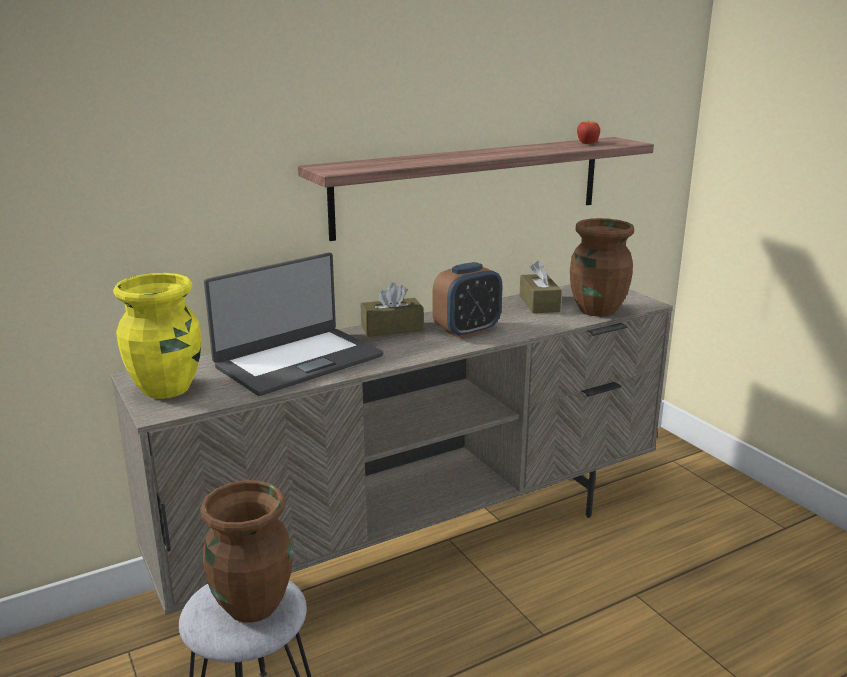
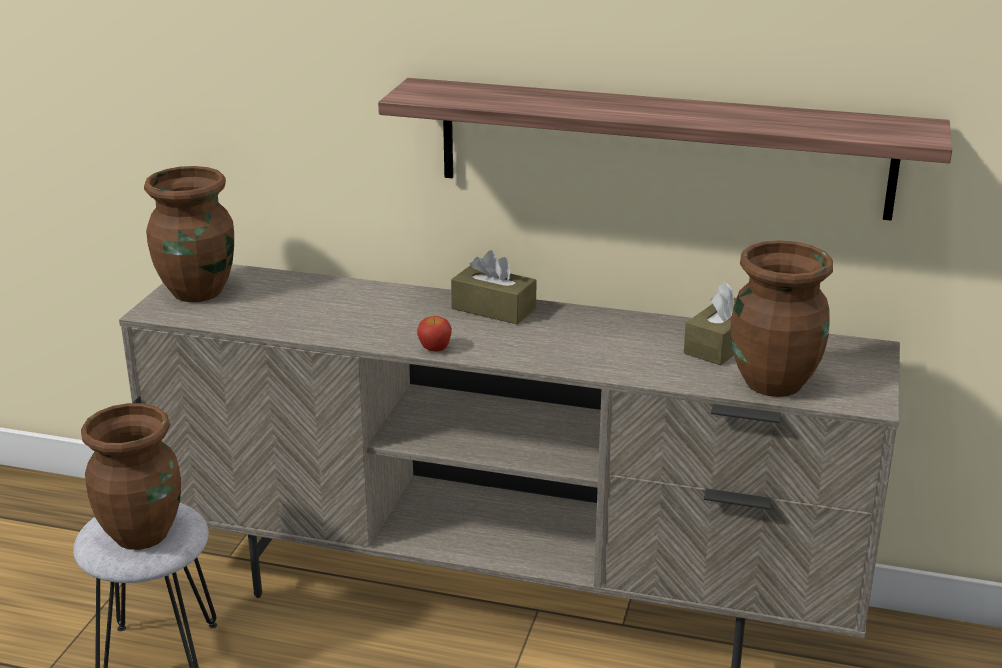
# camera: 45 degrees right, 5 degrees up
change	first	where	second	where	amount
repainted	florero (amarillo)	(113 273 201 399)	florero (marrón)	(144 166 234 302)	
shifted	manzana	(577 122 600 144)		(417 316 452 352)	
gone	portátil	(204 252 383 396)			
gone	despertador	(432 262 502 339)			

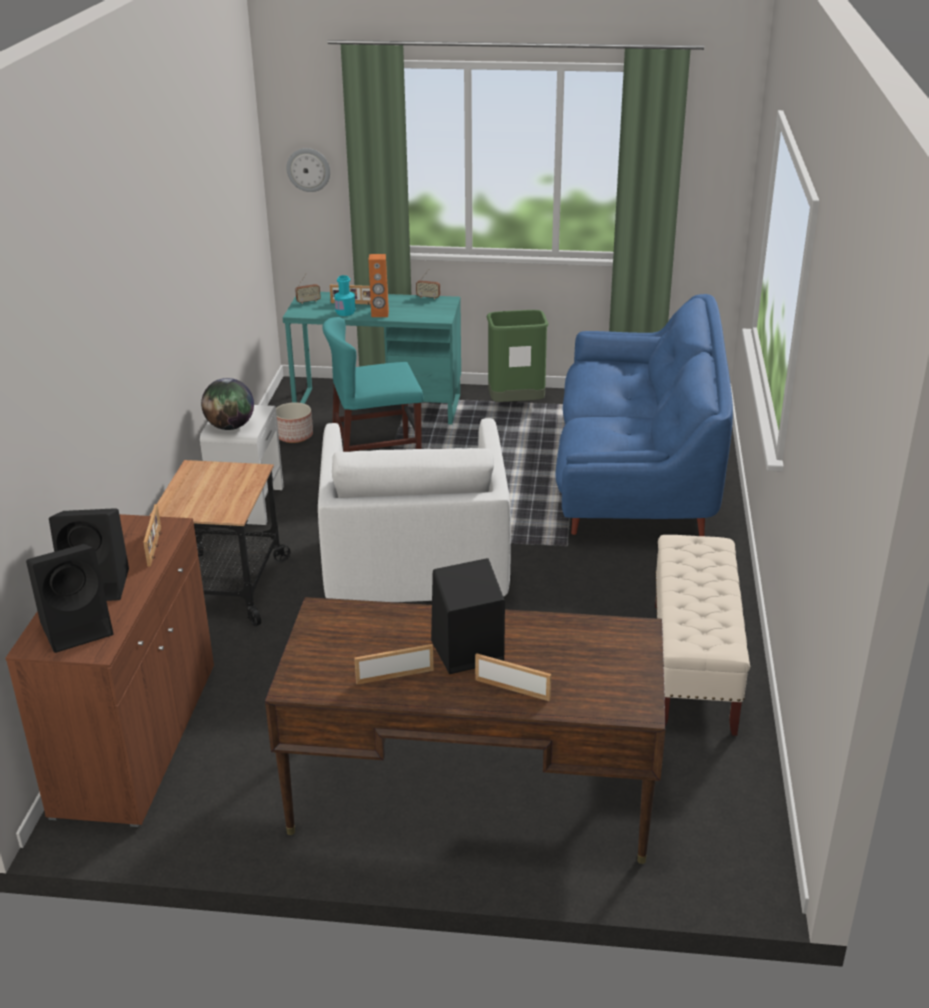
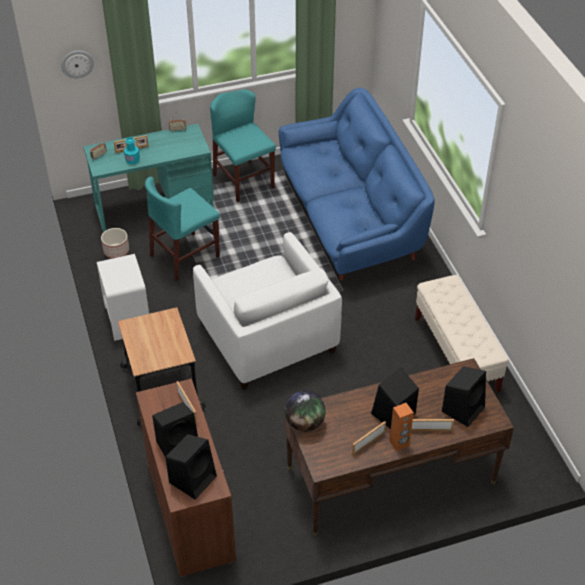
# camera: 25 degrees left, 15 degrees up
change	first	where	second	where	amount
swapped	papelera (verde)	(487 310 549 402)	silla (turquesa)	(210 89 276 202)	
shifted	globo terráqueo	(201 378 254 430)		(285 391 326 432)	
shifted	altavoz (naranja)	(368 254 389 317)		(389 403 414 451)	
new			altavoz (negro)	(442 366 486 427)	

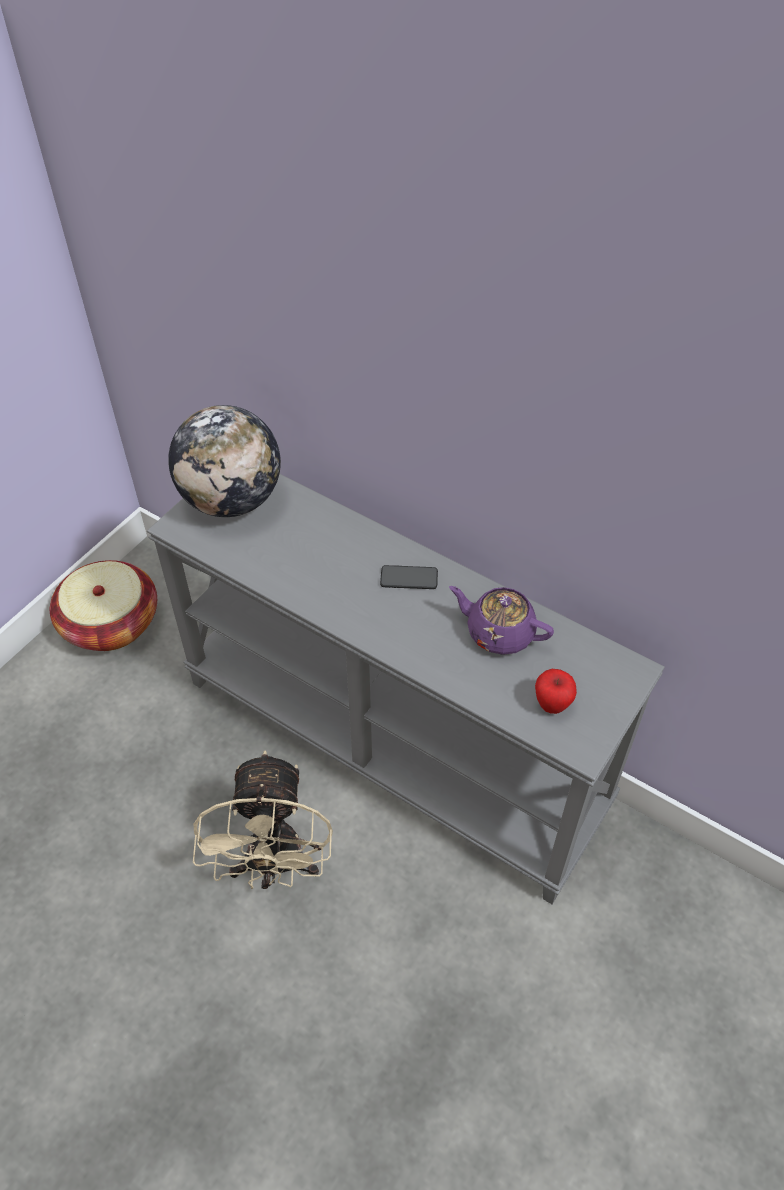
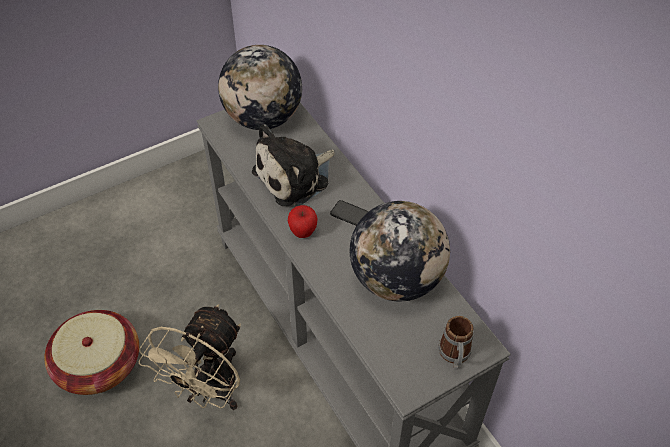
# camera: 25 degrees right, 0 degrees up
change	first	where	second	where	amount
shifted	cesta	(50 560 157 651)		(44 310 139 395)	
new			peluche	(252 124 335 206)	
shifted	manzana	(535 669 577 714)		(288 205 318 238)	
swapped	tetera (morado)	(449 586 554 655)	globo terráqueo	(350 201 450 301)	
new			taza grande	(438 316 474 369)	

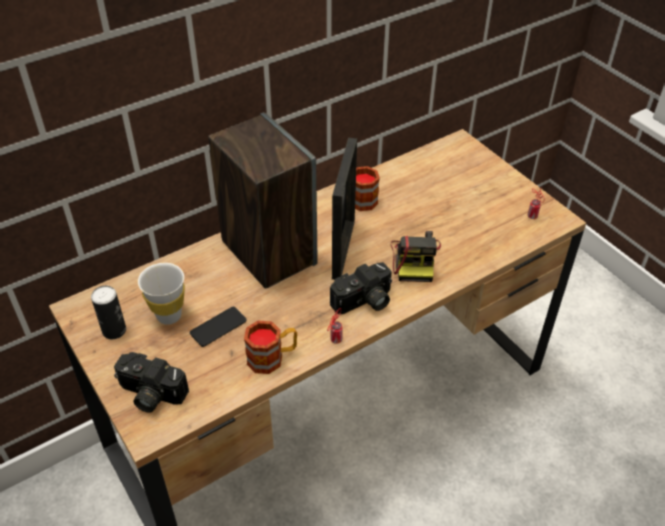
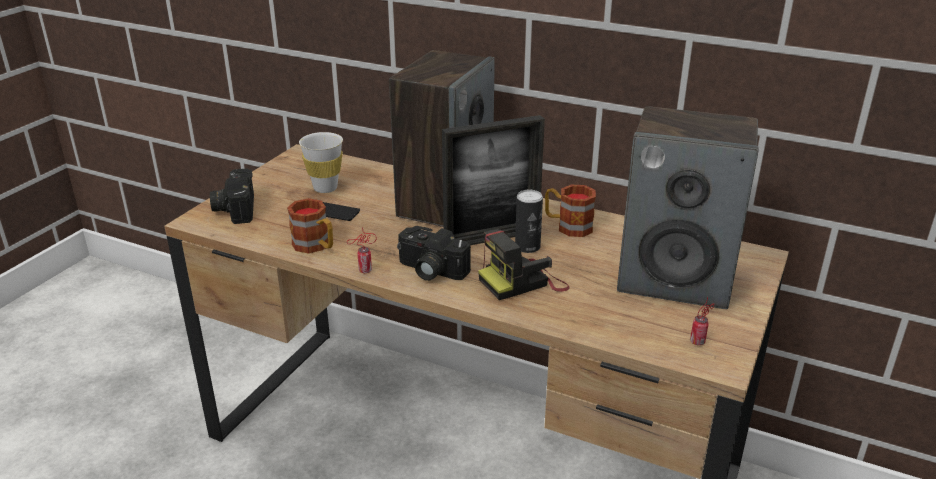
# camera: 60 degrees right, 15 degrees down
change	first	where	second	where	amount
shifted	lata	(91 285 126 339)		(515 190 543 253)	
new			altavoz	(617 106 759 309)	

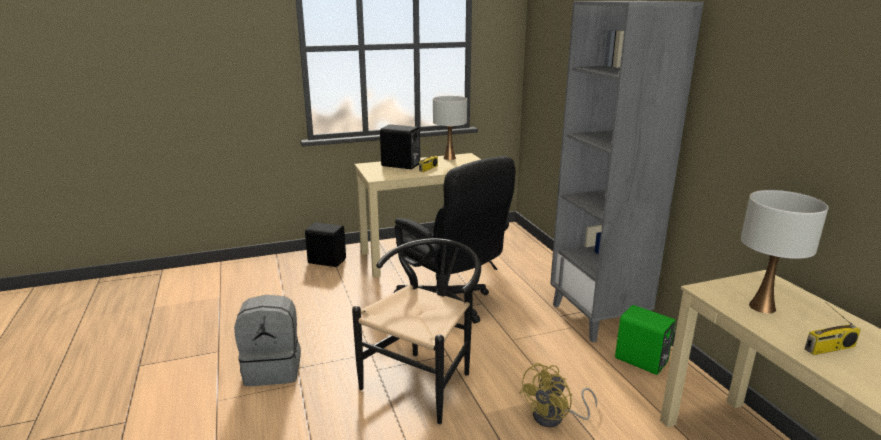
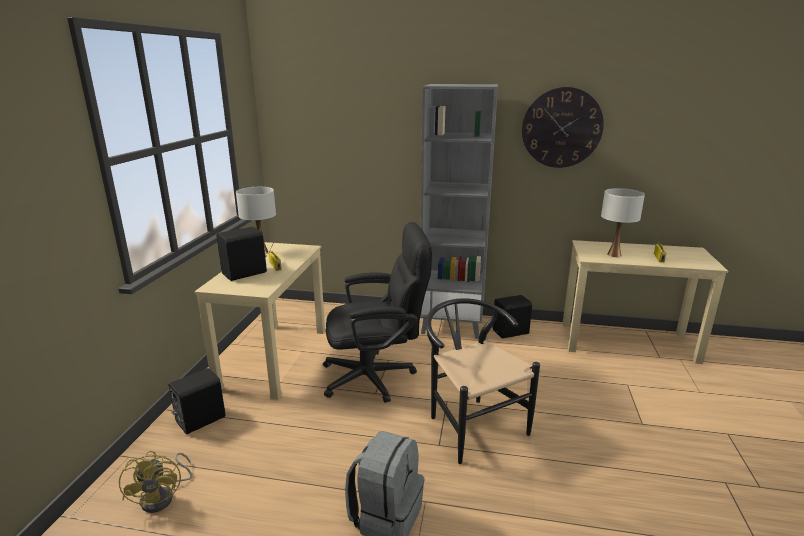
# camera: 60 degrees left, 0 degrees up
change	first	where	second	where	amount
shifted	ventilador (amarillo)	(519 363 597 427)		(119 451 192 513)	
repainted	altavoz (verde)	(615 305 675 375)	altavoz (negro)	(493 295 532 338)	
new			reloj de pared	(522 87 604 168)	

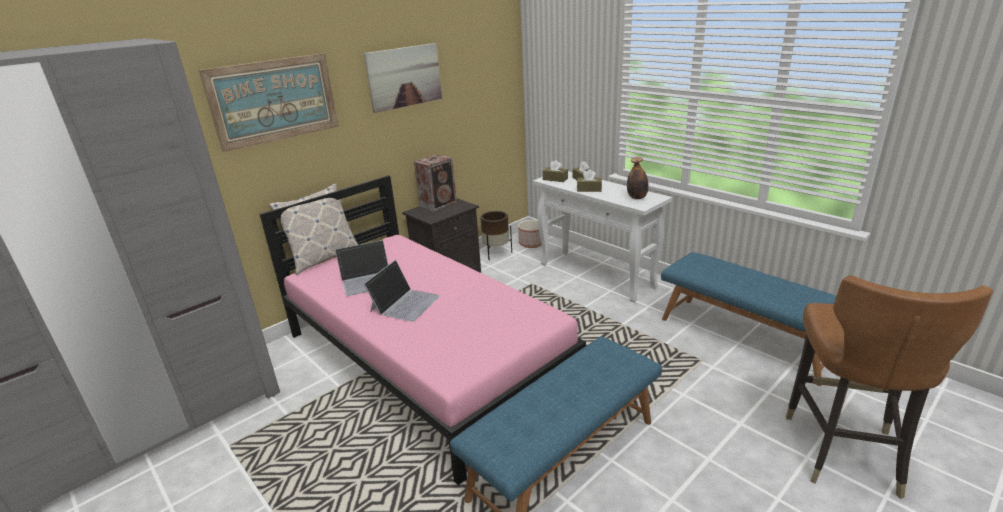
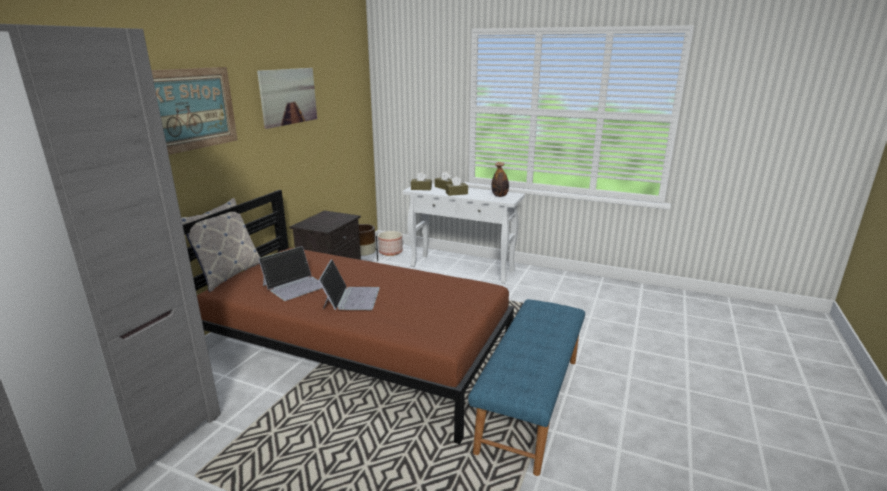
# camera: 25 degrees left, 5 degrees down
change	first	where	second	where	amount
repainted	cama (rosa)	(260 175 586 485)	cama (marrón)	(183 190 514 444)	
gone	altavoz	(414 154 457 212)			
gone	banco (azul)	(661 252 836 386)			
gone	silla (marrón)	(786 275 993 499)			

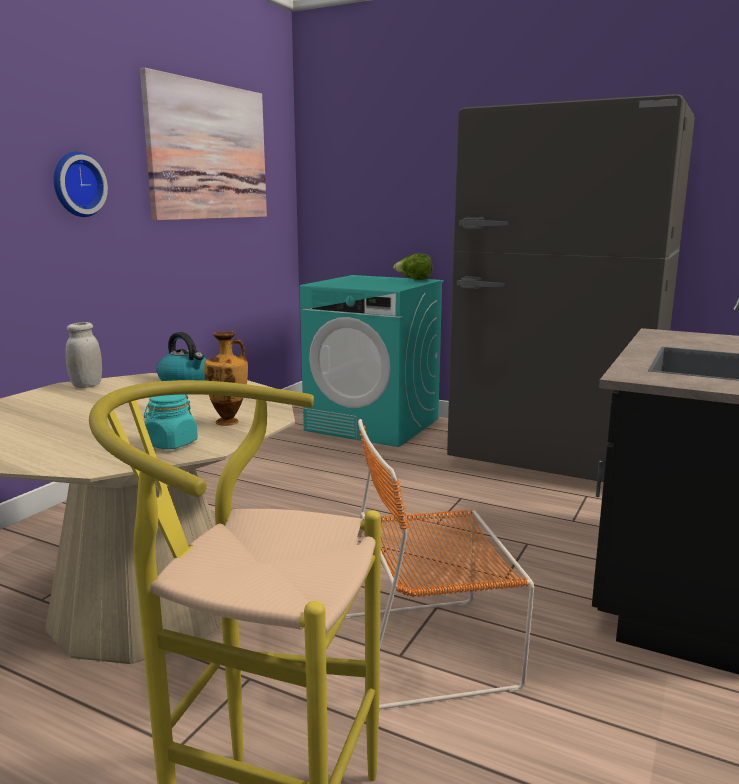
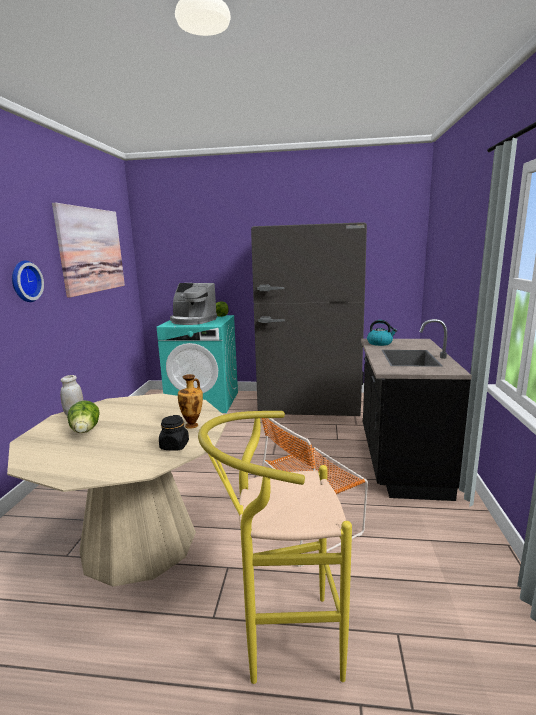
# camera: 20 degrees left, 0 degrees up
change	first	where	second	where	amount
new			lechuga	(67 400 100 433)	
repainted	tarro (turquesa)	(144 394 198 449)	tarro (negro)	(159 415 189 451)	
new			cafetera	(170 283 217 325)	
shifted	hervidor	(157 332 207 381)		(367 320 397 346)	

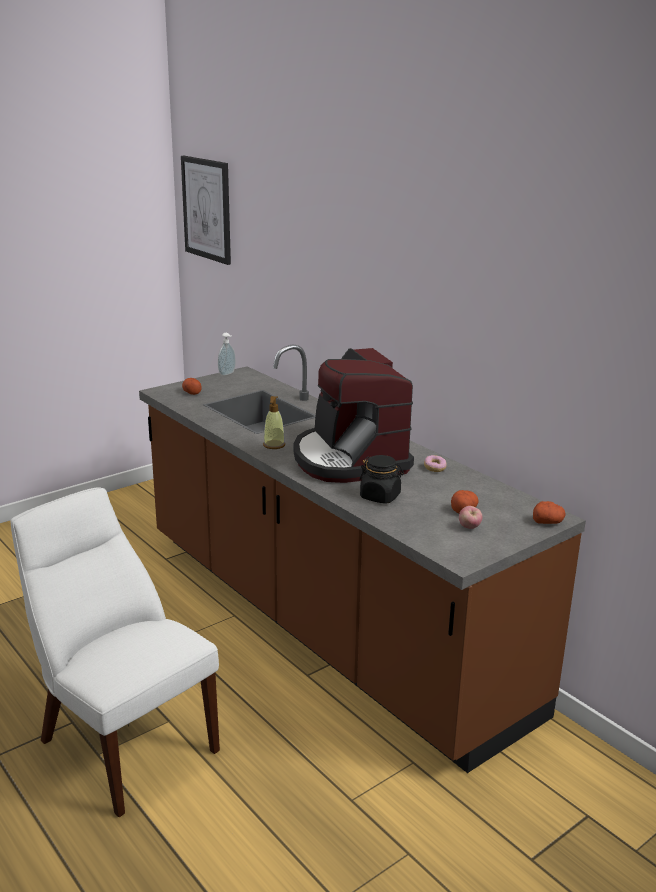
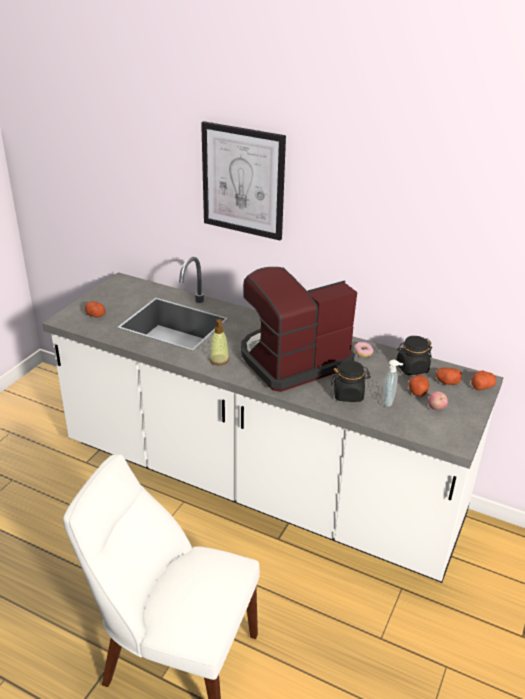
# camera: 25 degrees left, 10 degrees up
change	first	where	second	where	amount
repainted	mueble bajo de cocina (marrón)	(139 345 586 773)	mueble bajo de cocina (blanco)	(42 257 504 583)	
shifted	cuadro	(181 156 231 265)		(201 121 286 240)	
rotated	cafetera	(293 348 414 483)		(241 267 357 392)	105 degrees clockwise
shifted	dispensador de jabón	(218 333 236 376)		(383 360 403 407)	
new			tarro (negro)	(397 336 432 375)	
new			patata	(436 367 462 385)	

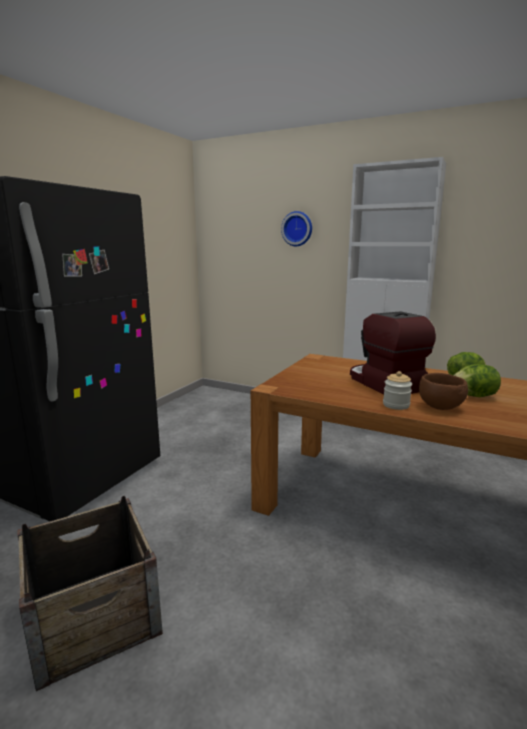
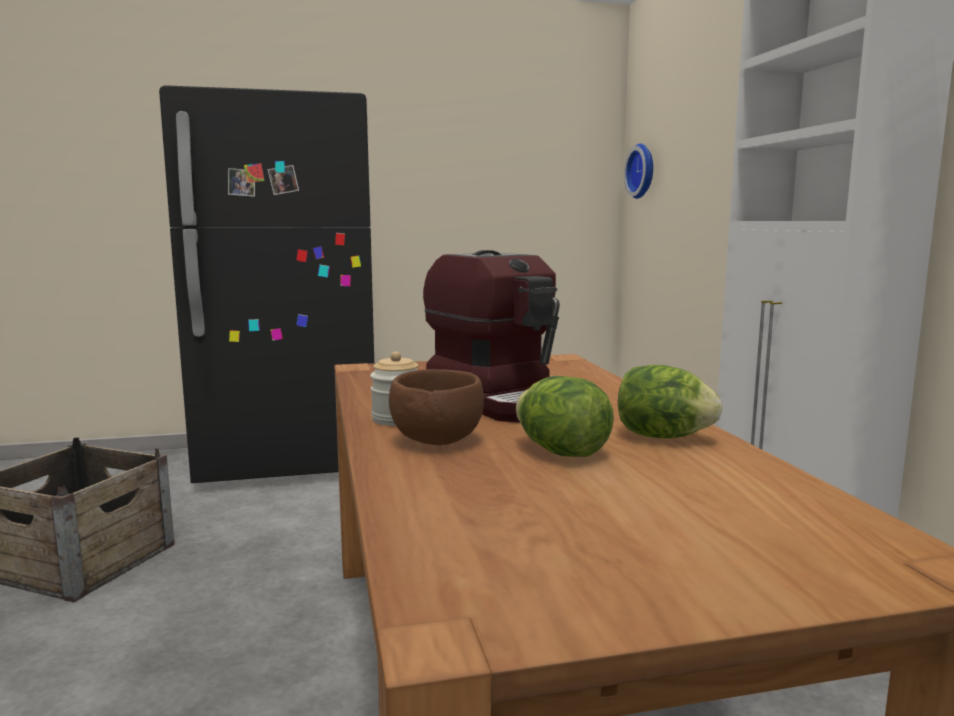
# camera: 50 degrees right, 5 degrees down
change	first	where	second	where	amount
rotated	cafetera	(350 311 436 394)		(423 250 560 423)	120 degrees clockwise
shifted	reloj de pared	(281 211 312 246)		(624 144 653 199)	

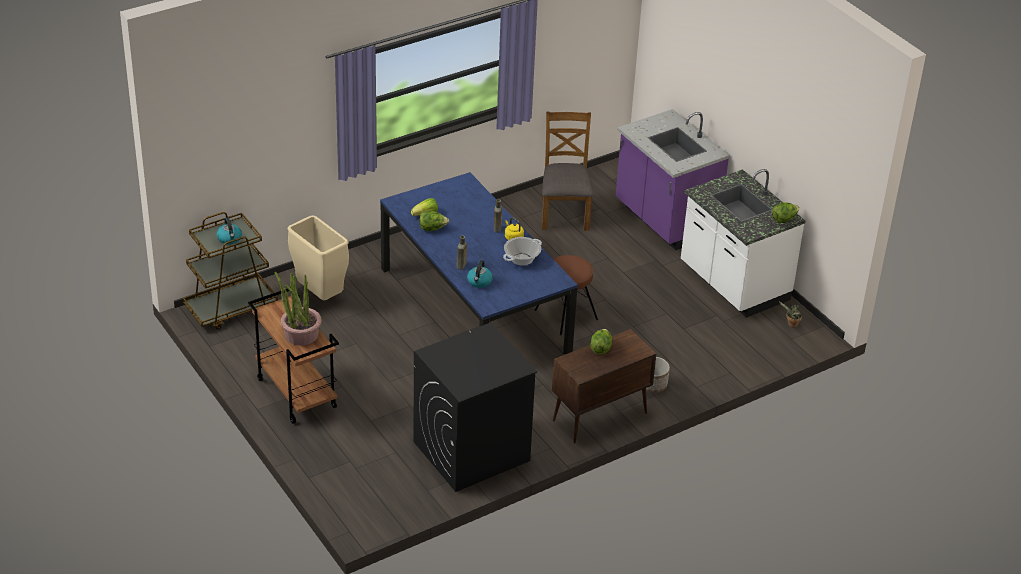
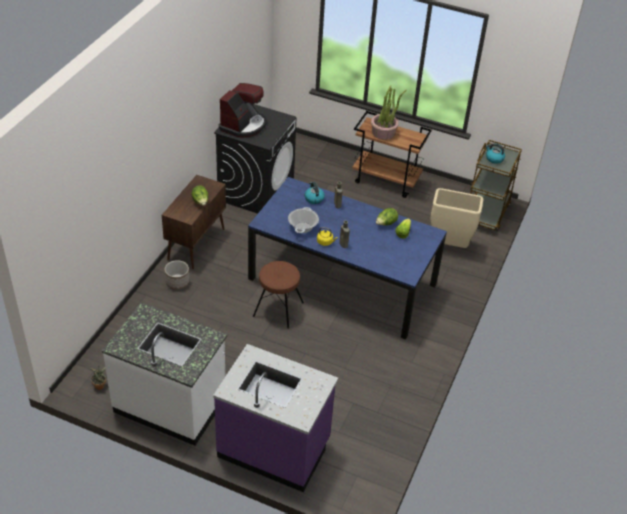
# camera: 145 degrees right, 5 degrees up
change	first	where	second	where	amount
new			cafetera	(219 83 266 138)	
gone	silla (marrón)	(542 111 594 231)			
gone	lechuga	(772 202 799 223)			

